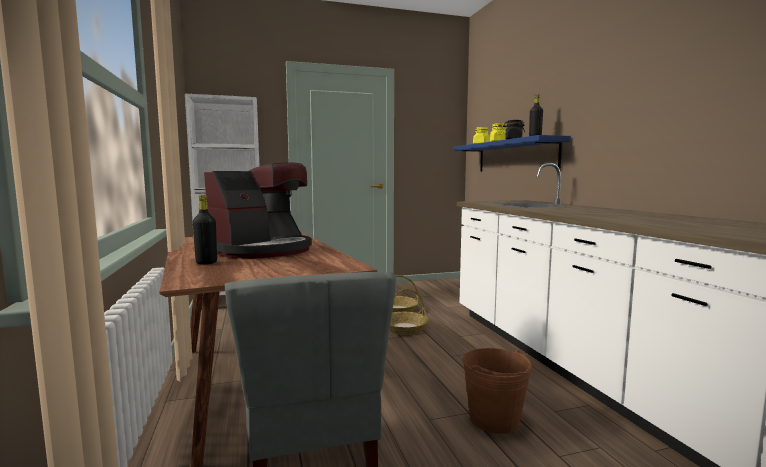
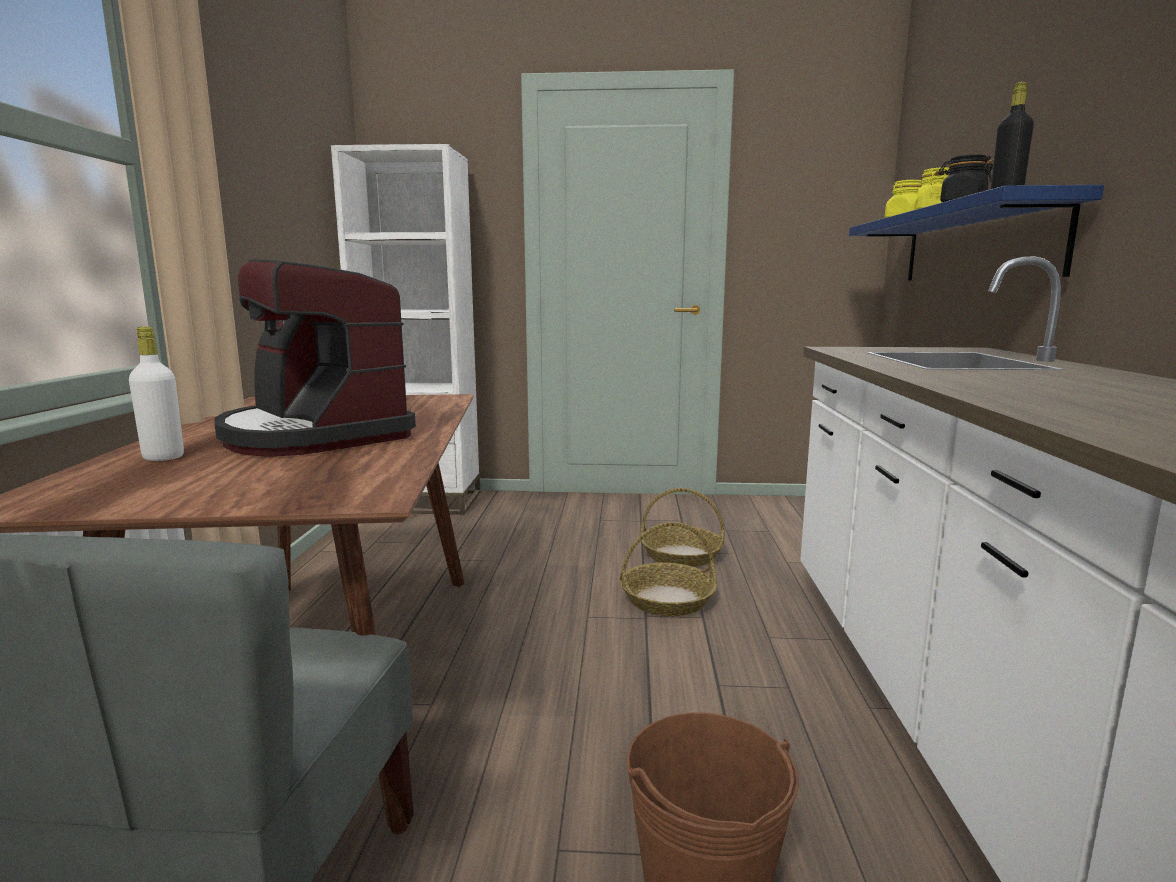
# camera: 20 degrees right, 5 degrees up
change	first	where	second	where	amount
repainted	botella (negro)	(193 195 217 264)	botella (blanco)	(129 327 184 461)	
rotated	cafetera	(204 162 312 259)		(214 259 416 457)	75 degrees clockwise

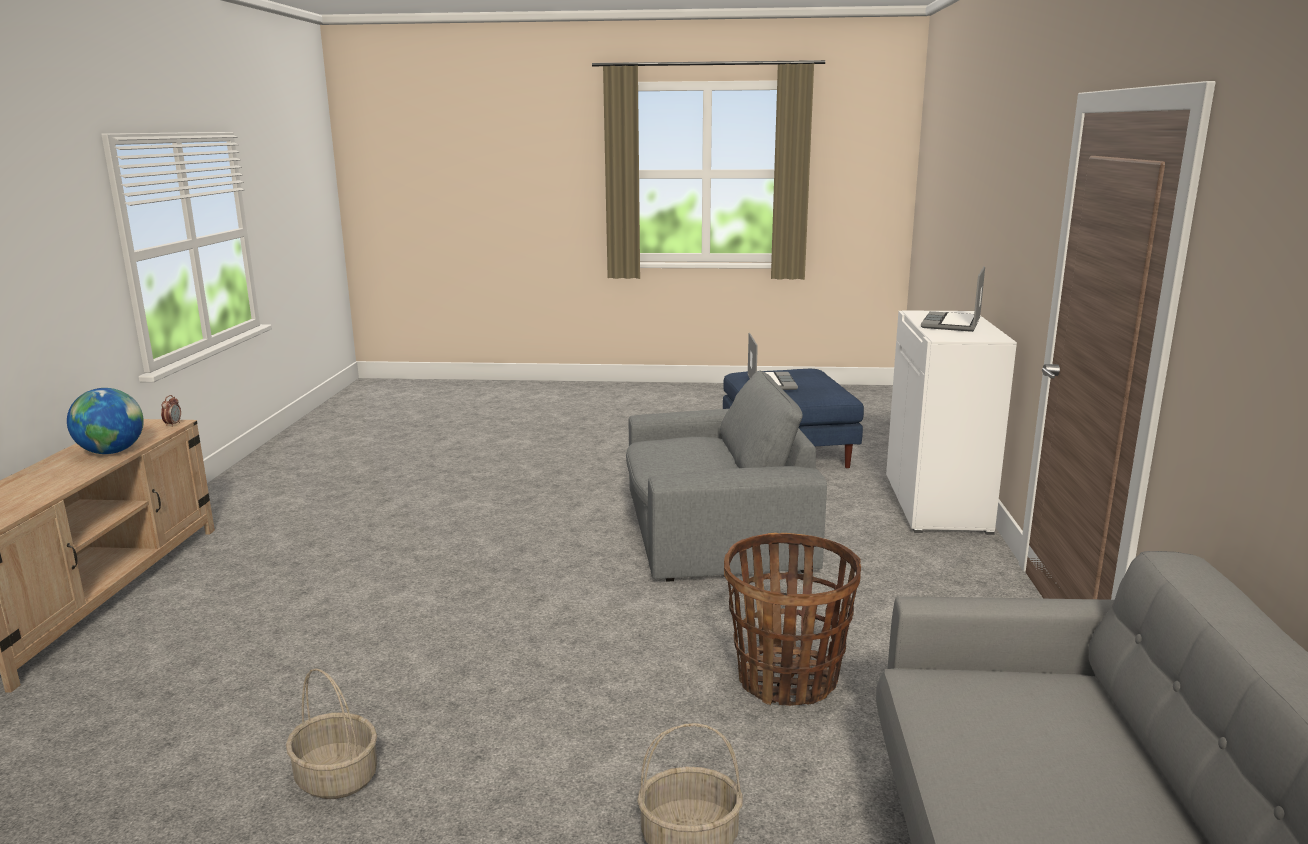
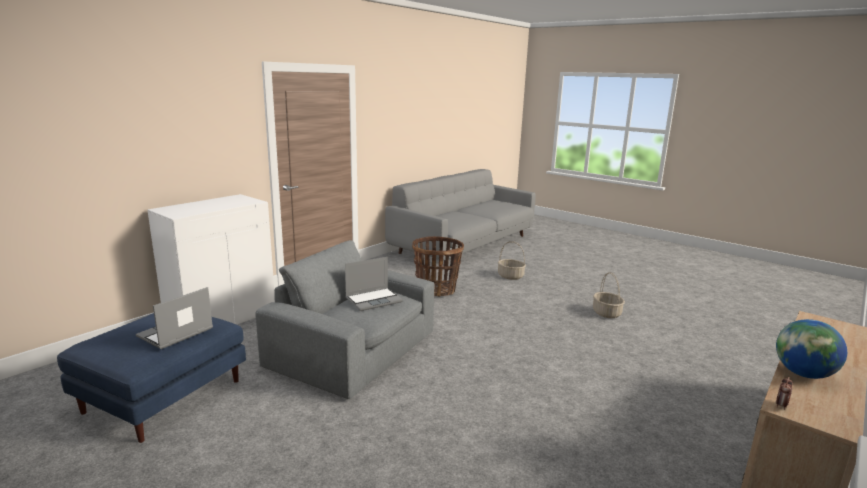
# camera: 145 degrees left, 0 degrees up
change	first	where	second	where	amount
shifted	portátil	(921 266 985 332)		(345 257 403 311)	

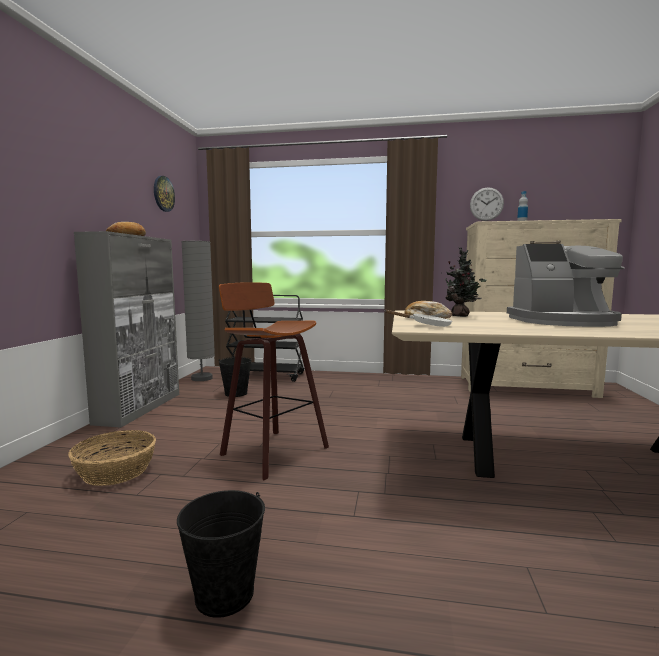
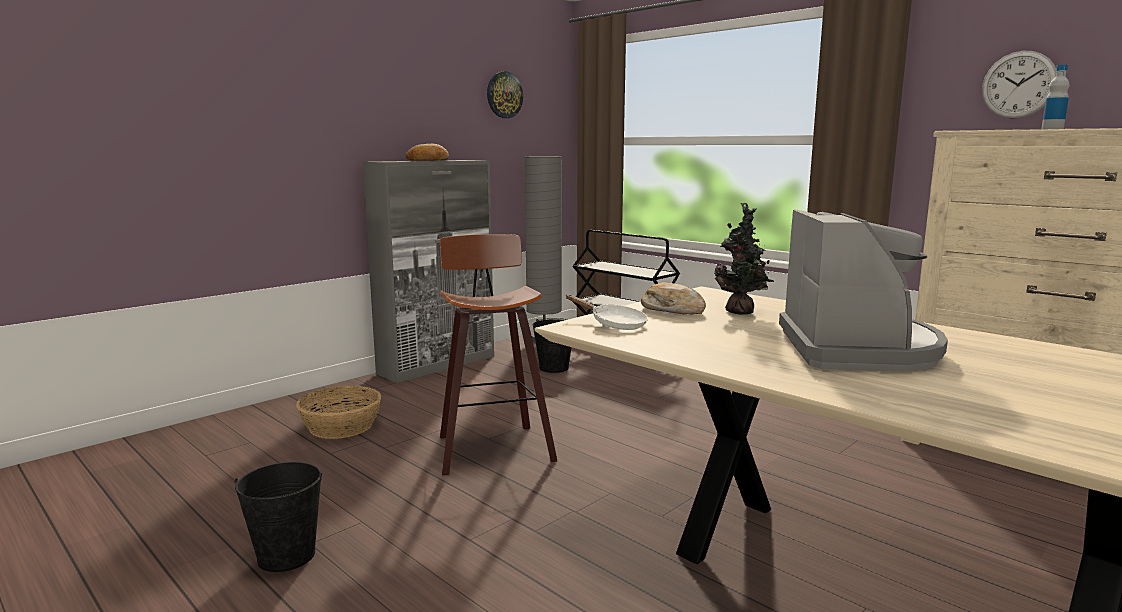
# camera: 35 degrees right, 5 degrees up
change	first	where	second	where	amount
rotated	cafetera	(507 244 624 327)		(779 209 948 372)	120 degrees counterclockwise

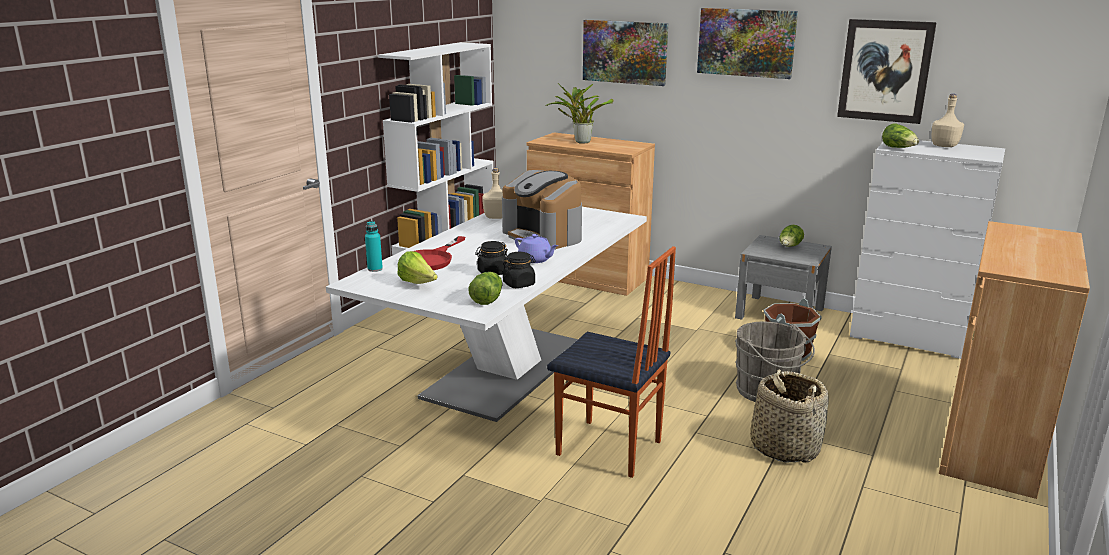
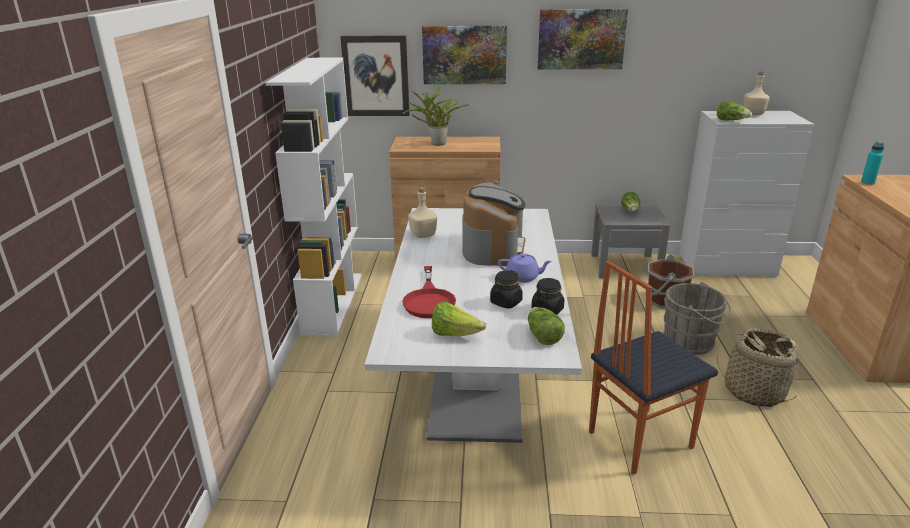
# camera: 25 degrees left, 5 degrees up
change	first	where	second	where	amount
shifted	cuadro	(837 19 937 124)		(340 35 410 116)	
rotated	cafetera	(502 170 582 250)		(462 182 526 266)	105 degrees counterclockwise
rotated	silla	(547 246 676 478)		(589 261 718 475)	150 degrees clockwise
shifted	botella (turquesa)	(365 221 383 272)		(861 142 885 185)	

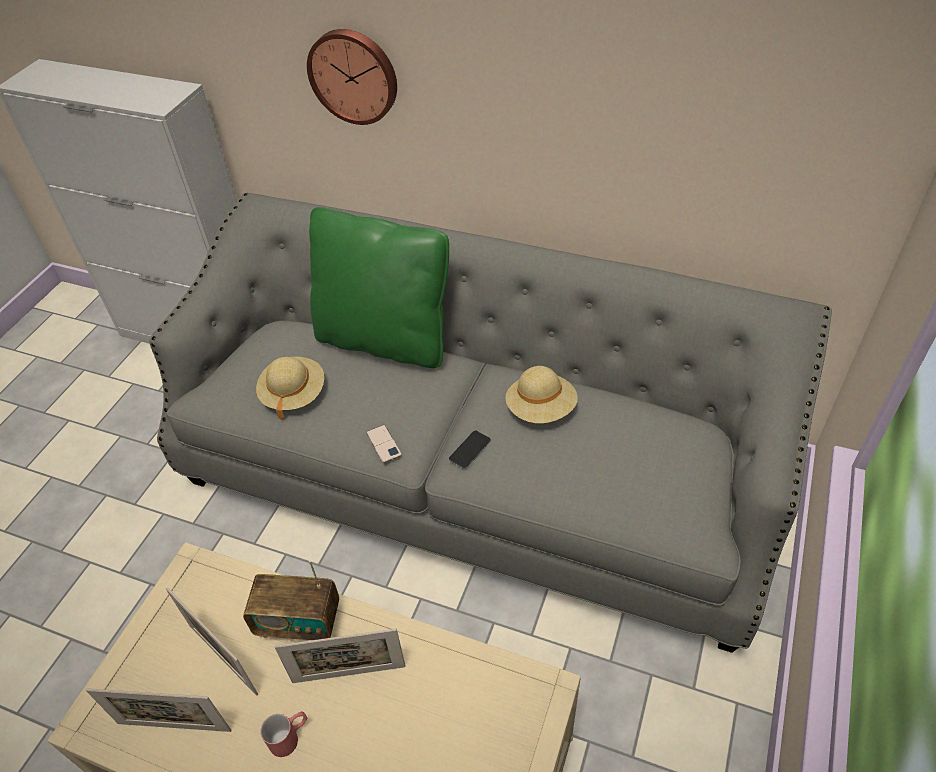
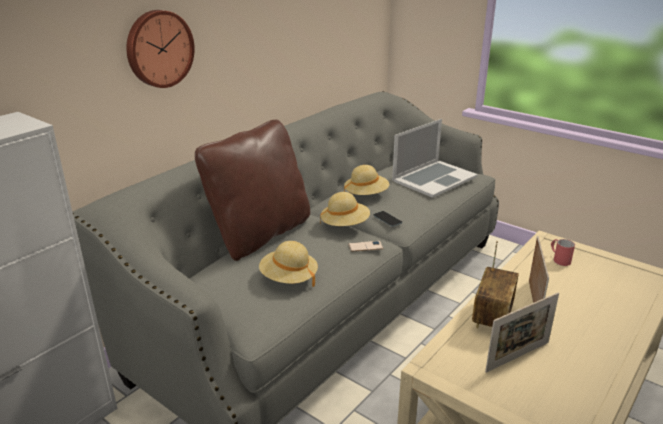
# camera: 75 degrees left, 20 degrees down
change	first	where	second	where	amount
repainted	cojín (verde)	(309 207 449 368)	cojín (marrón)	(195 120 310 261)	
new			sombrero (beis)	(320 192 370 226)	
new			portátil	(392 119 478 198)	
shifted	taza grande (rojo)	(260 711 307 757)		(551 239 575 266)	
gone	portarretratos	(86 688 232 732)			

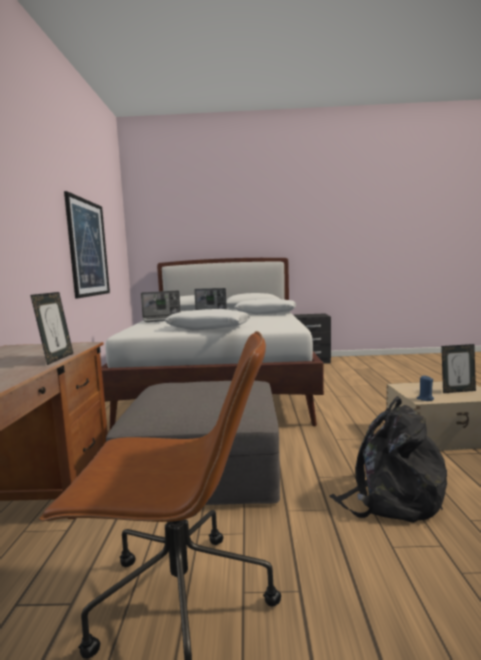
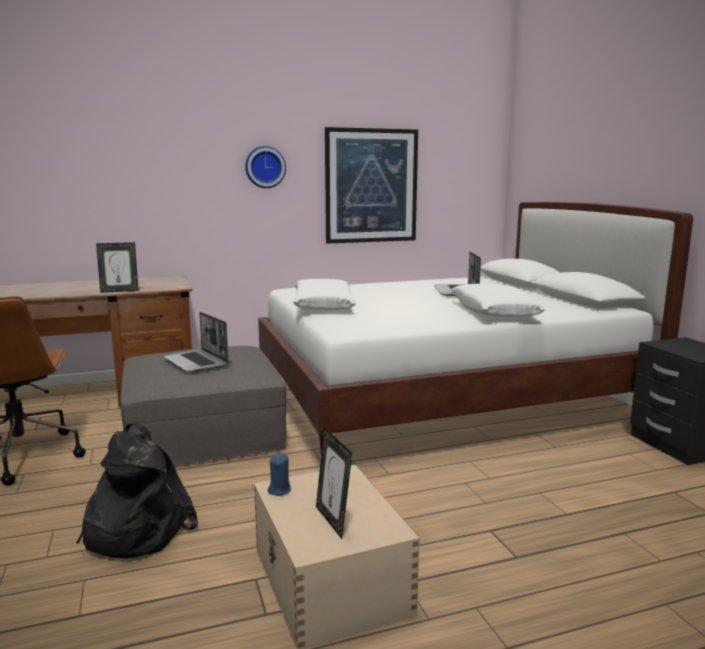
# camera: 70 degrees right, 5 degrees up
change	first	where	second	where	amount
shifted	portátil	(141 291 181 322)		(163 312 229 373)	
new			reloj de pared	(245 146 286 188)	

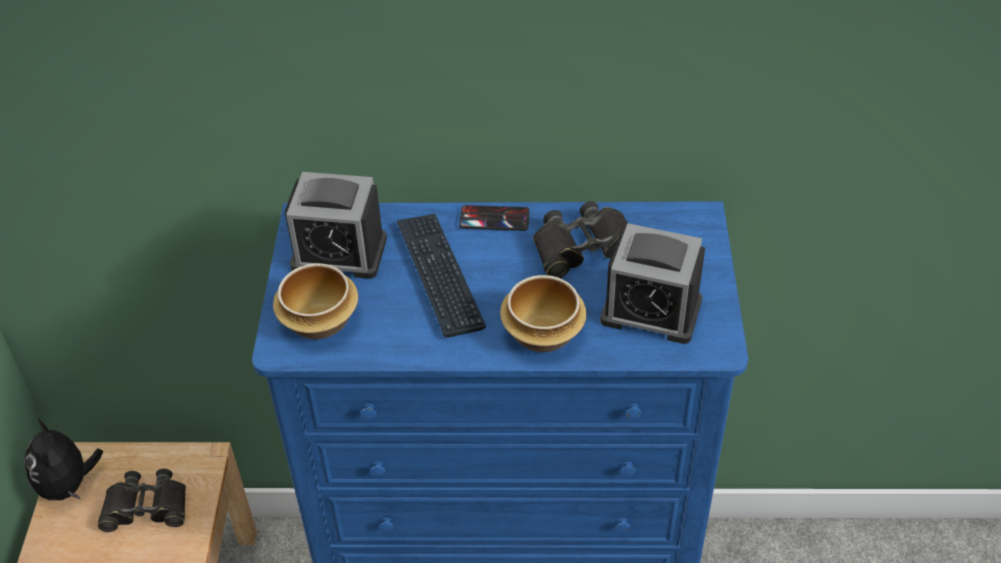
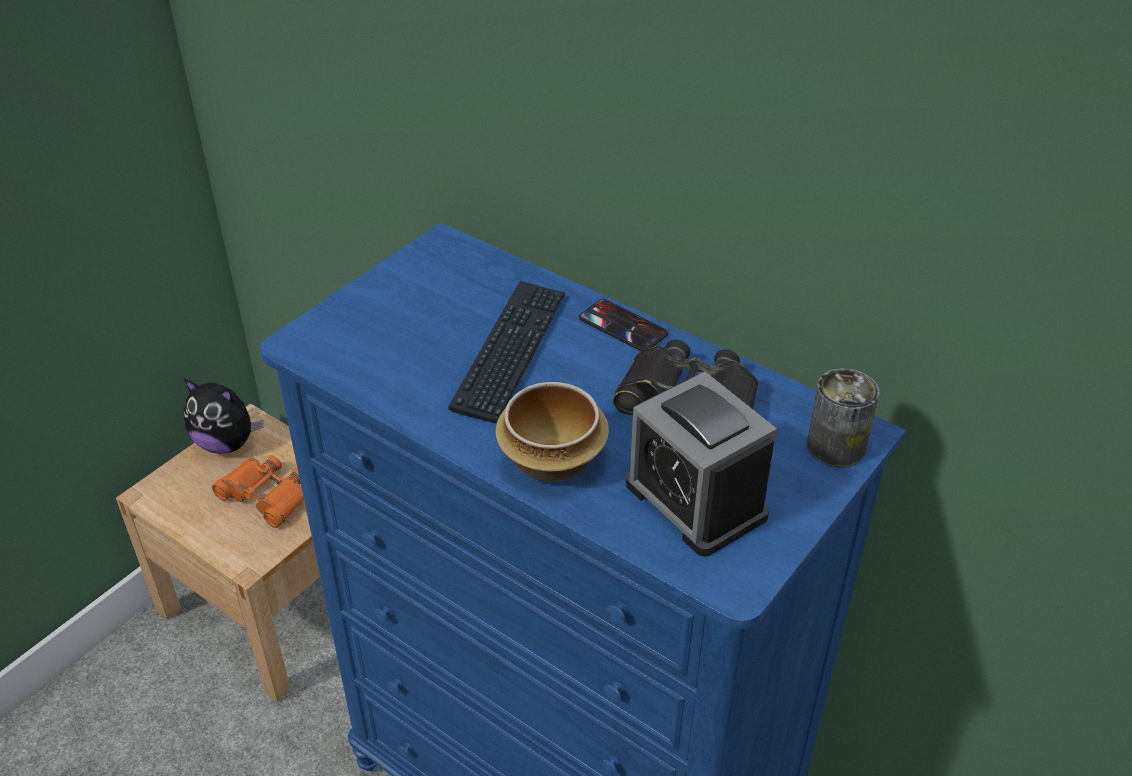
# camera: 35 degrees right, 5 degrees down
change	first	where	second	where	amount
rotated	peluche	(24 418 103 500)		(184 378 264 454)	90 degrees counterclockwise
repainted	prismáticos (negro)	(98 469 186 532)	prismáticos (naranja)	(212 455 304 528)	
new			lata	(807 368 879 467)	
gone	cuenco	(273 263 358 339)			
gone	despertador	(285 172 387 279)			

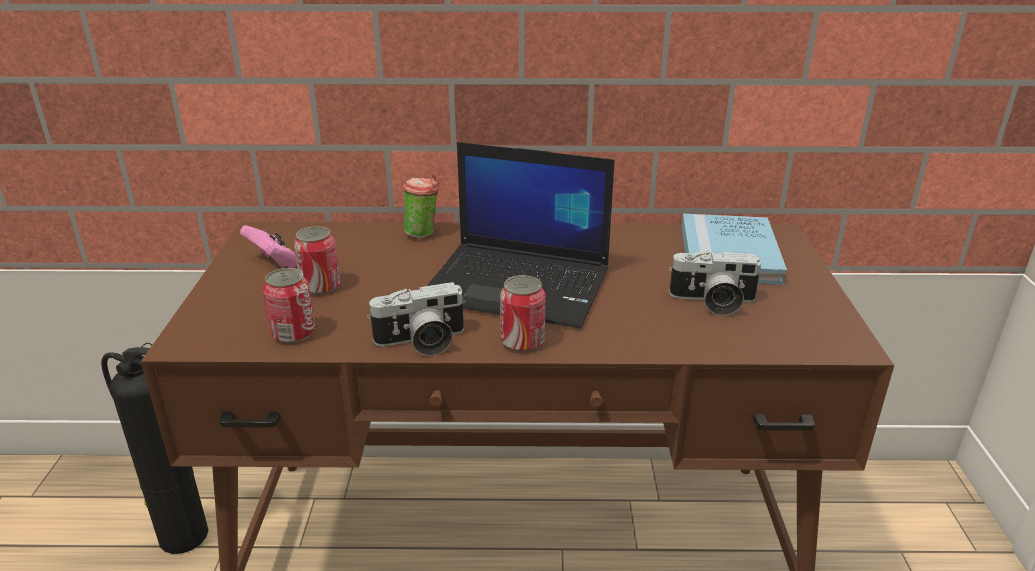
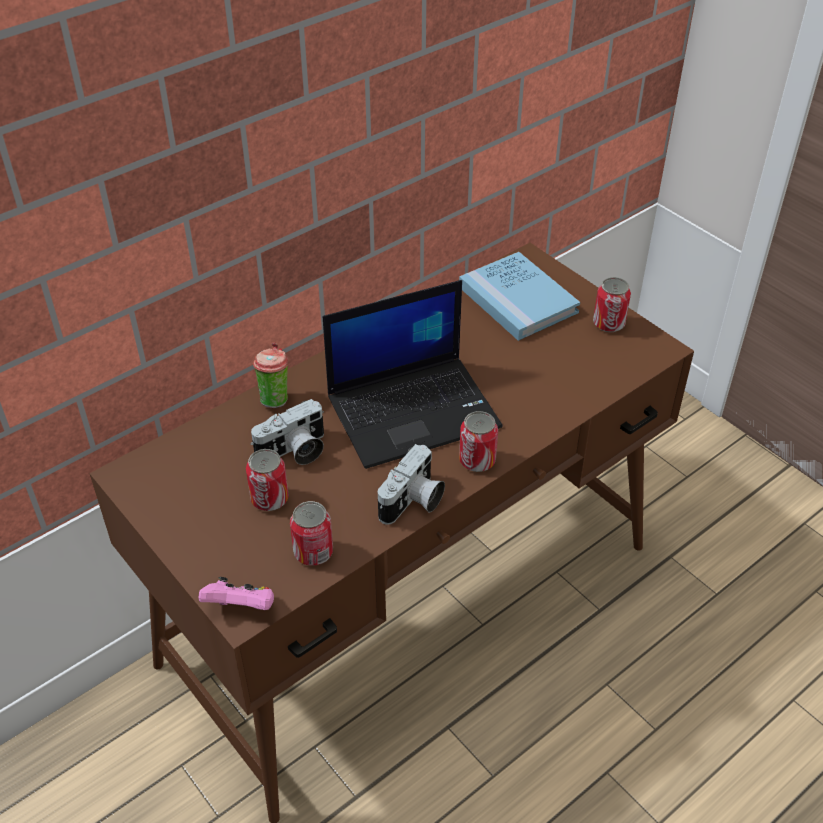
# camera: 40 degrees left, 15 degrees up
change	first	where	second	where	amount
shifted	mando de consola (rosa)	(240 225 297 268)		(199 577 274 610)	
shifted	cámara	(669 251 763 315)		(251 399 324 465)	
new			lata	(593 277 631 332)	
gone	extintor	(101 343 208 554)			

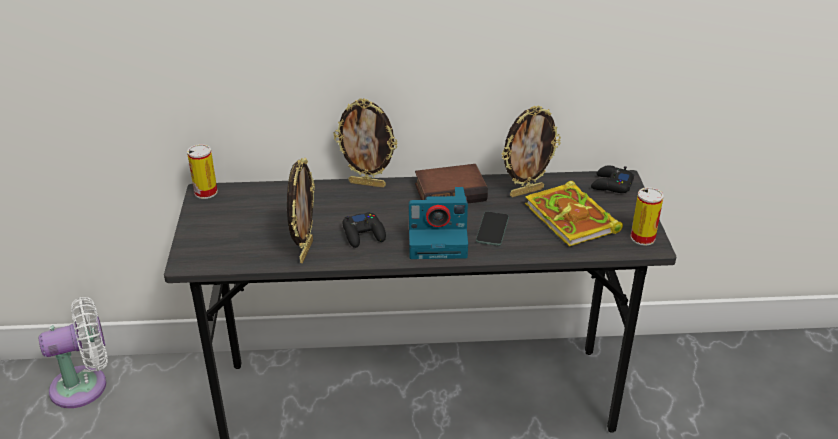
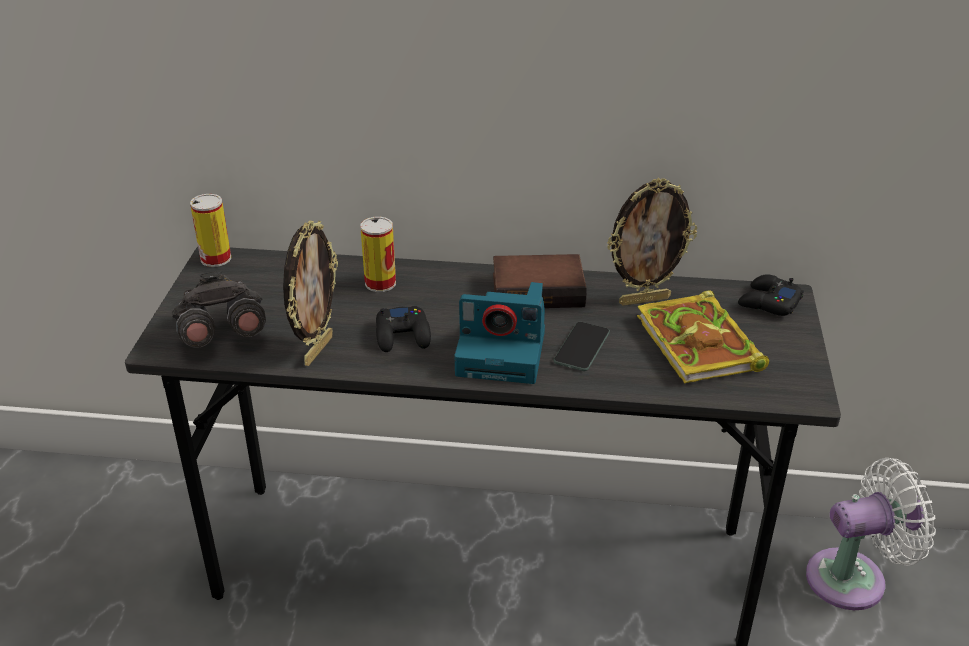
# camera: 10 degrees right, 0 degrees up
change	first	where	second	where	amount
new			prismáticos (gris)	(172 270 266 348)	
shifted	lata	(631 187 664 246)		(360 217 396 292)	
shifted	ventilador (blanco)	(39 297 108 408)		(806 458 936 610)	
gone	portarretratos	(334 98 398 188)			

